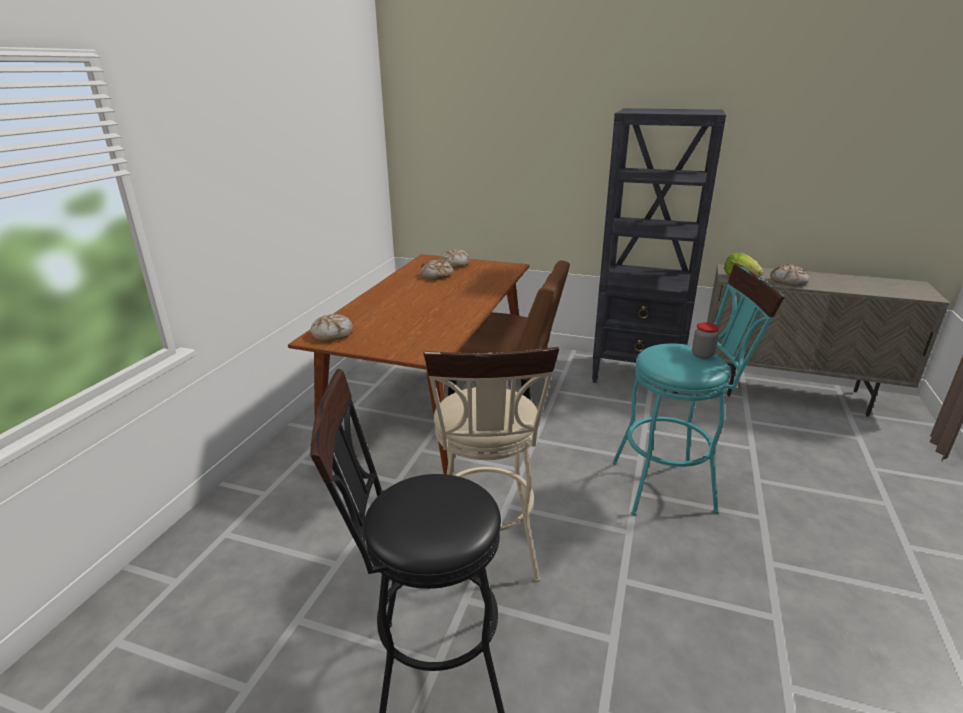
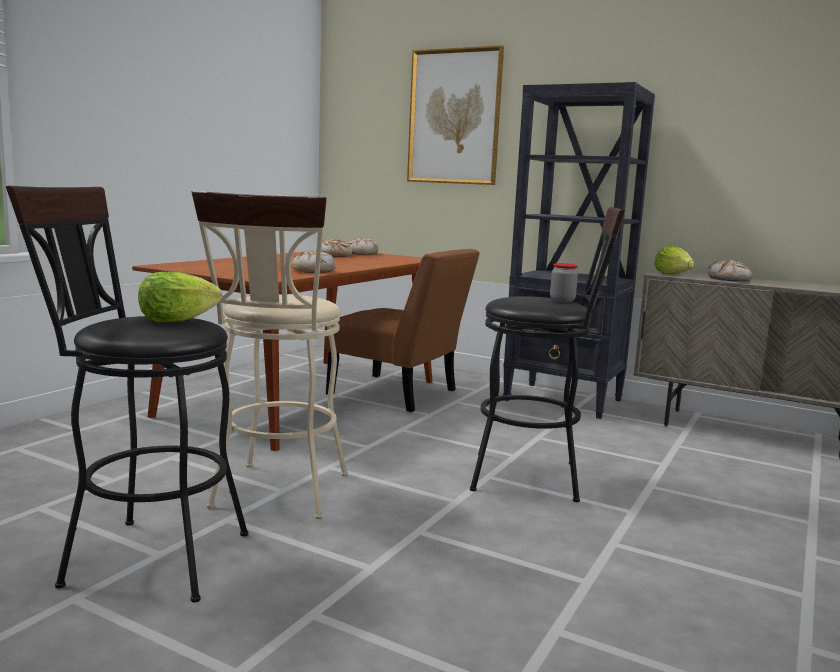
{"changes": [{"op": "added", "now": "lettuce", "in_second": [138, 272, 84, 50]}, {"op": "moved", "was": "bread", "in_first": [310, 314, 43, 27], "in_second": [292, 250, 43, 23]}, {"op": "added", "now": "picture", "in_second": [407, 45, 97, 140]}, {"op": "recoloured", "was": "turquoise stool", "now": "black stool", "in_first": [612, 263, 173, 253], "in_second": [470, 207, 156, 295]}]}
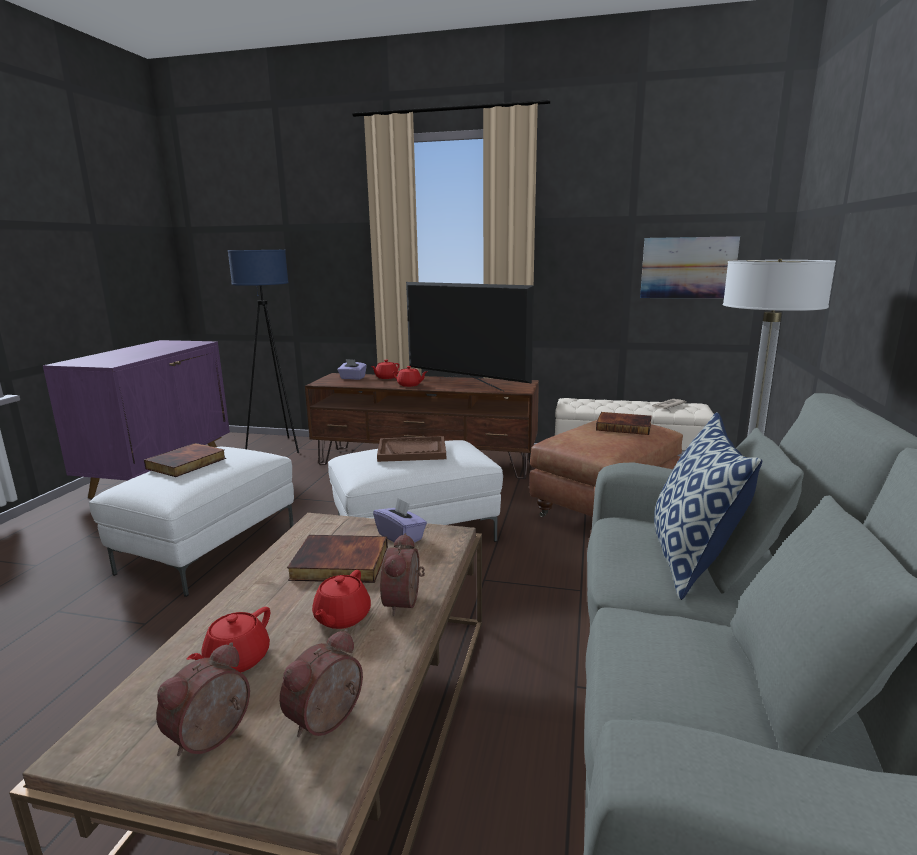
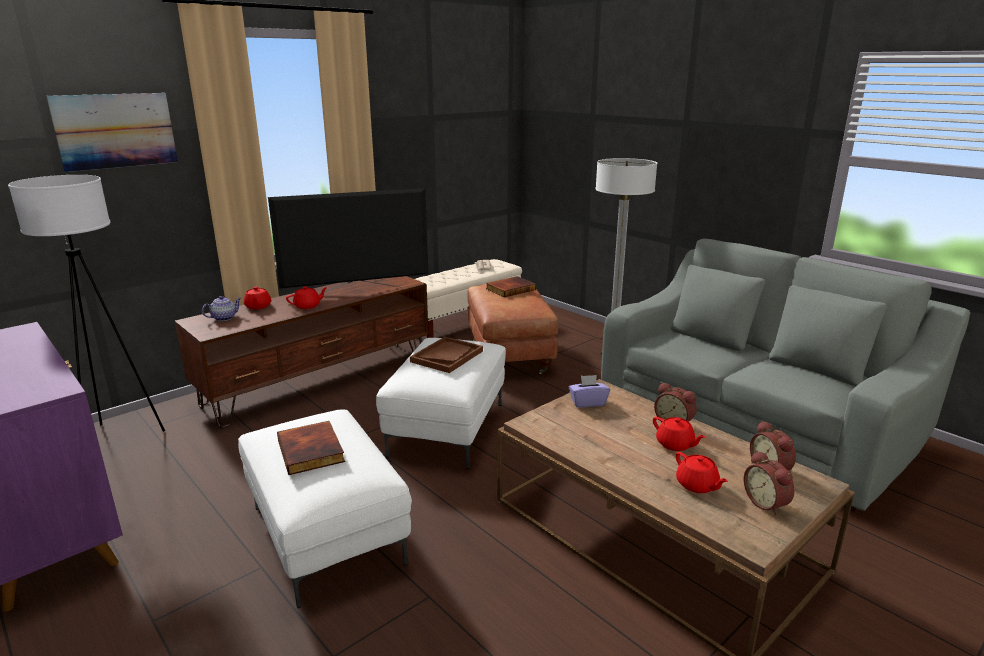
{"changes": [{"op": "recoloured", "was": "blue floor lamp", "now": "white floor lamp", "in_first": [228, 250, 71, 203], "in_second": [8, 175, 157, 257]}, {"op": "moved", "was": "picture", "in_first": [640, 236, 100, 62], "in_second": [46, 93, 132, 79]}, {"op": "replaced", "was": "purple tissue box", "now": "teapot", "in_first": [338, 359, 29, 21], "in_second": [202, 296, 39, 25]}, {"op": "removed", "was": "book", "in_first": [287, 535, 101, 48]}, {"op": "removed", "was": "pillow", "in_first": [654, 412, 108, 188]}]}
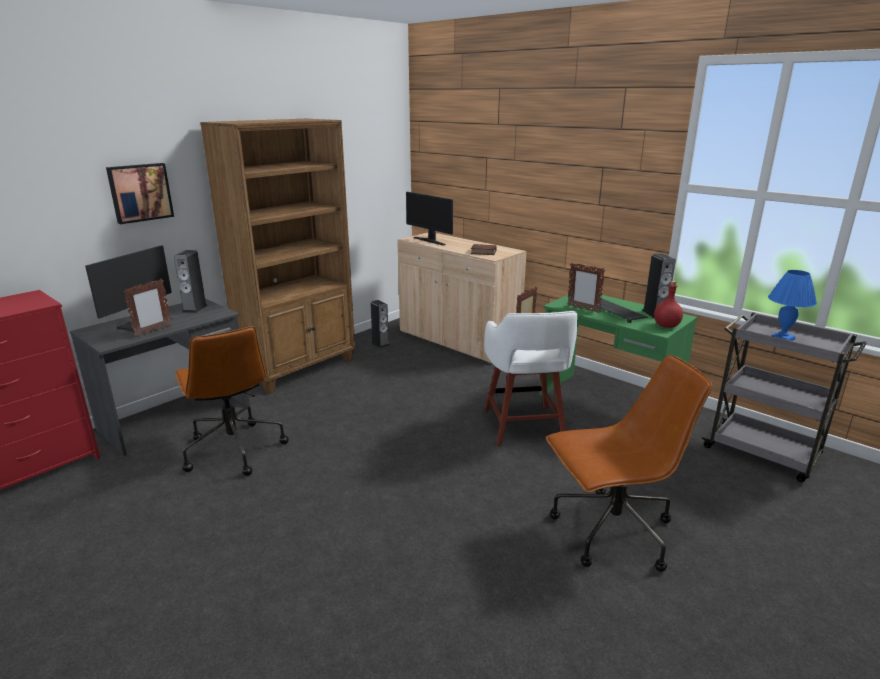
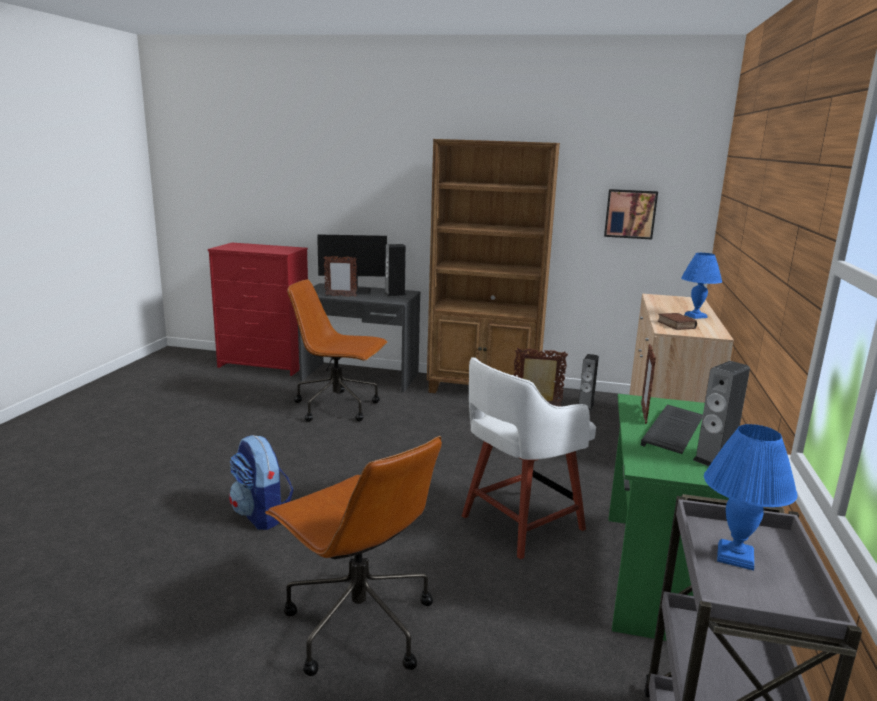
{"changes": [{"op": "added", "now": "backpack", "in_second": [229, 435, 64, 95]}, {"op": "turned", "was": "brown office chair", "in_first": [174, 326, 115, 150], "in_second": [287, 280, 100, 142], "clockwise": 75}, {"op": "moved", "was": "picture", "in_first": [106, 163, 68, 61], "in_second": [604, 189, 54, 51]}, {"op": "added", "now": "blue table lamp", "in_second": [681, 253, 41, 66]}, {"op": "removed", "was": "monitor", "in_first": [406, 192, 47, 54]}, {"op": "removed", "was": "red bottle", "in_first": [654, 281, 29, 47]}]}
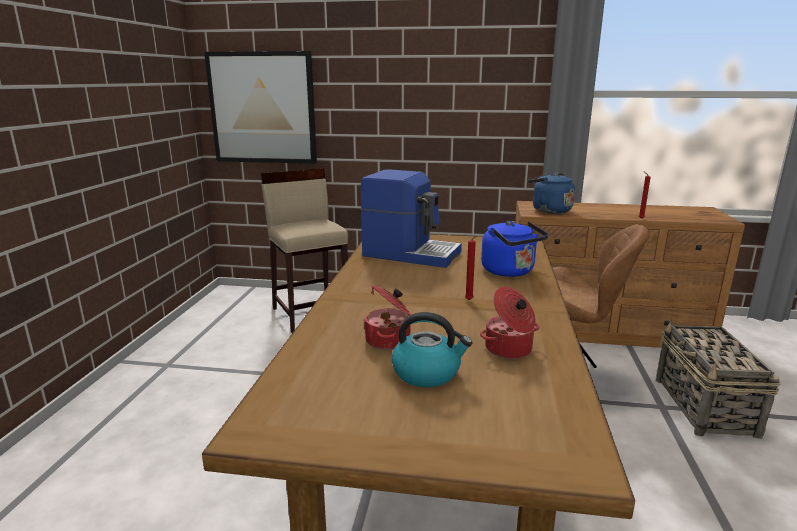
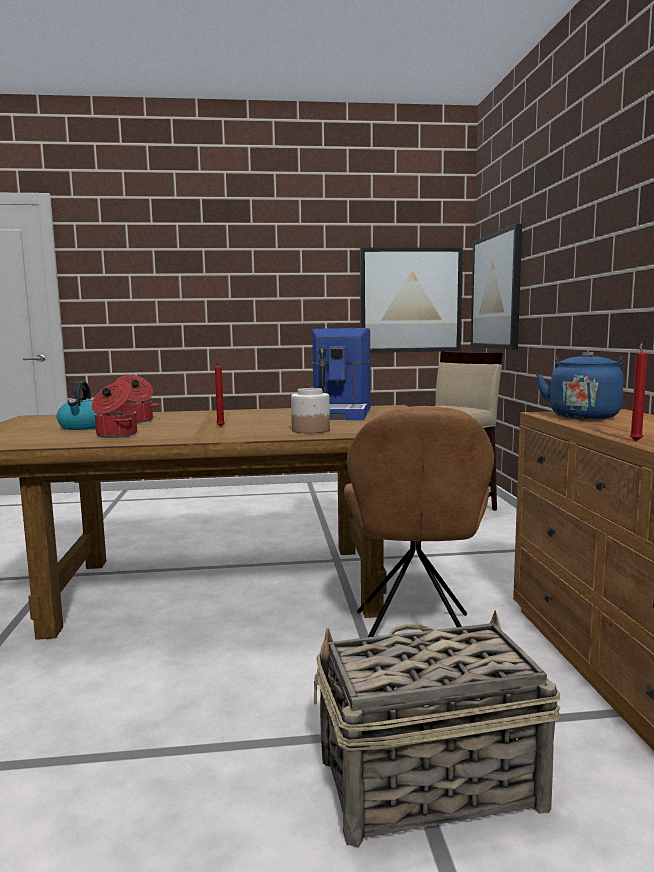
{"changes": [{"op": "replaced", "was": "blue kettle", "now": "jar", "in_first": [481, 221, 68, 56], "in_second": [291, 388, 39, 45]}, {"op": "added", "now": "picture", "in_second": [360, 247, 103, 106]}]}
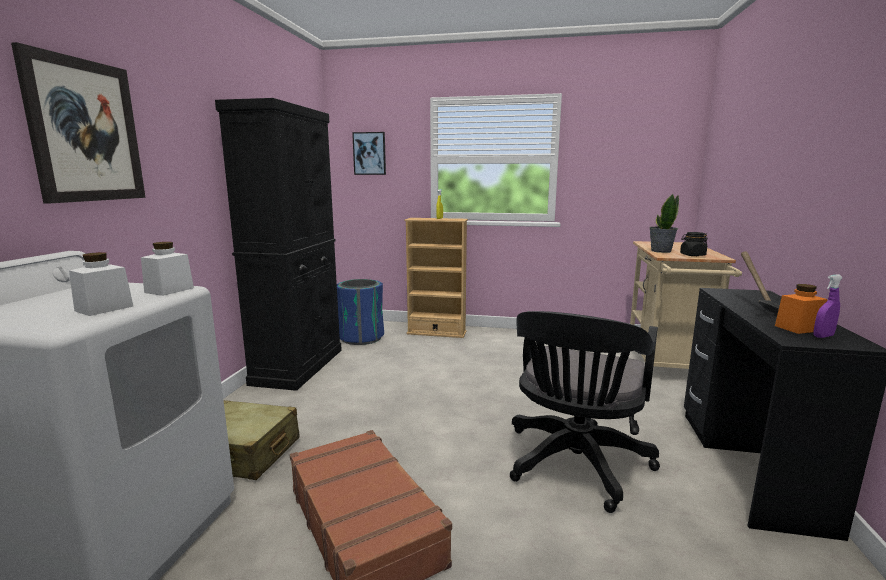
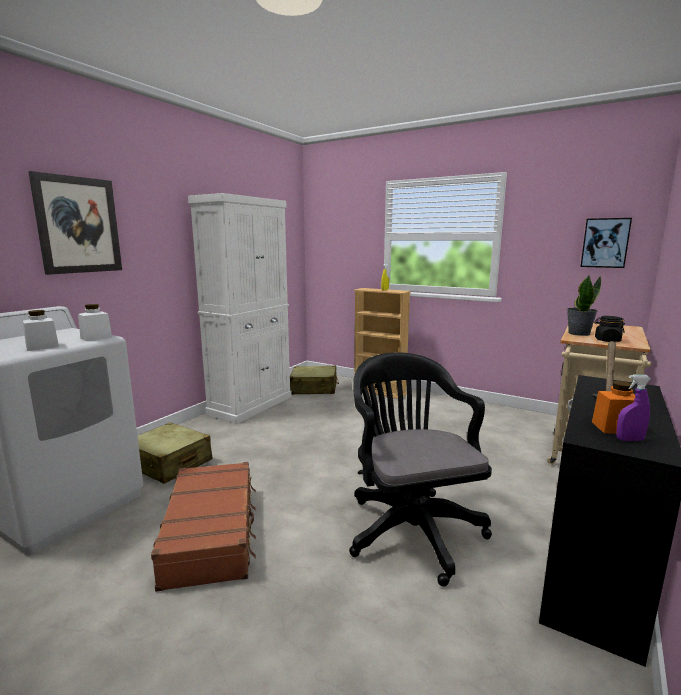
{"changes": [{"op": "recoloured", "was": "black cabinet", "now": "white cabinet", "in_first": [215, 98, 127, 293], "in_second": [188, 193, 104, 231]}, {"op": "replaced", "was": "blue trash can", "now": "beige suitcase", "in_first": [337, 279, 47, 66], "in_second": [290, 366, 49, 28]}, {"op": "turned", "was": "black office chair", "in_first": [510, 311, 150, 202], "in_second": [349, 352, 143, 235], "clockwise": 120}, {"op": "moved", "was": "picture", "in_first": [352, 132, 34, 43], "in_second": [580, 218, 52, 50]}]}
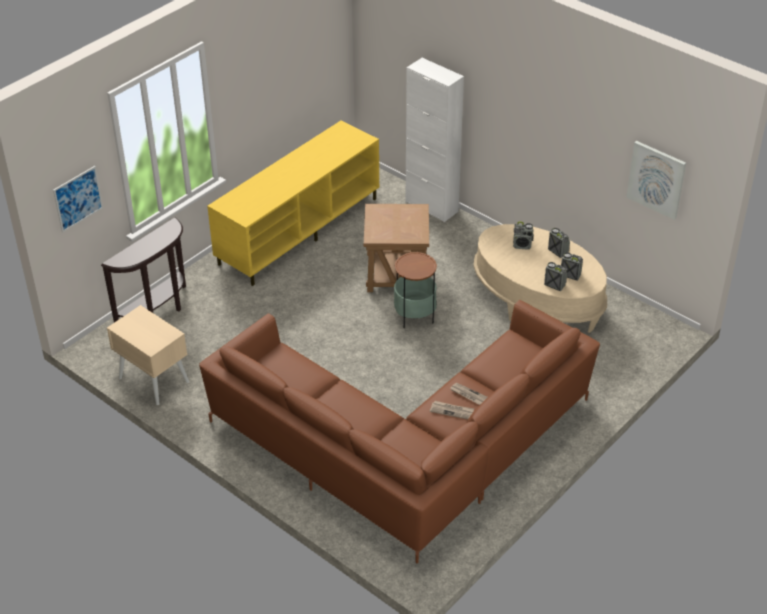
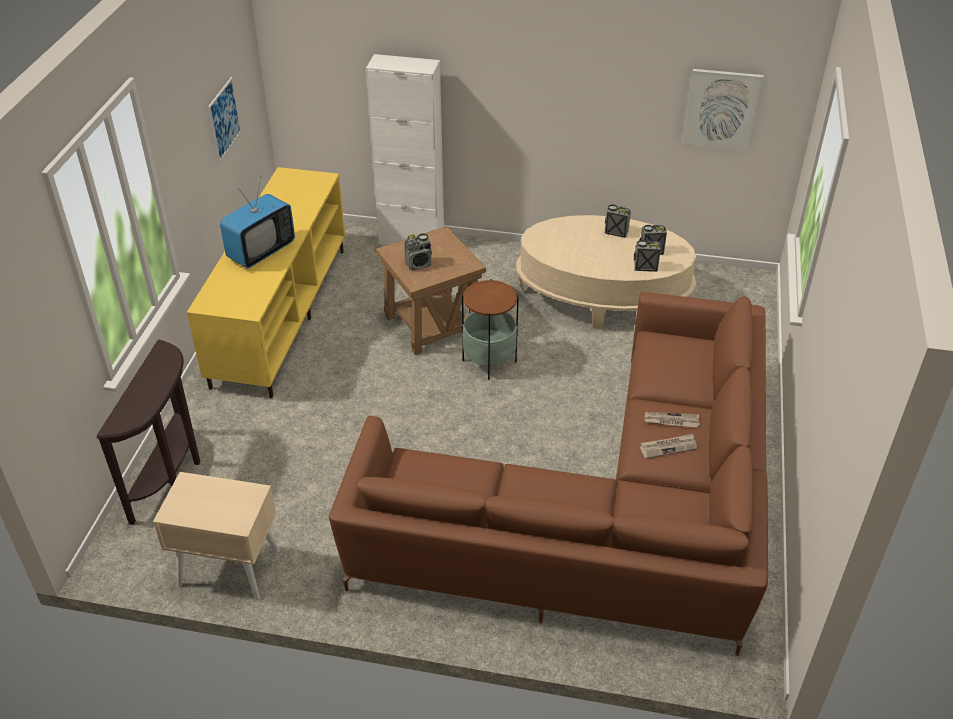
{"changes": [{"op": "moved", "was": "picture", "in_first": [53, 166, 50, 66], "in_second": [208, 77, 34, 85]}, {"op": "added", "now": "television", "in_second": [220, 177, 75, 91]}, {"op": "moved", "was": "radio", "in_first": [513, 221, 21, 29], "in_second": [404, 233, 28, 38]}]}
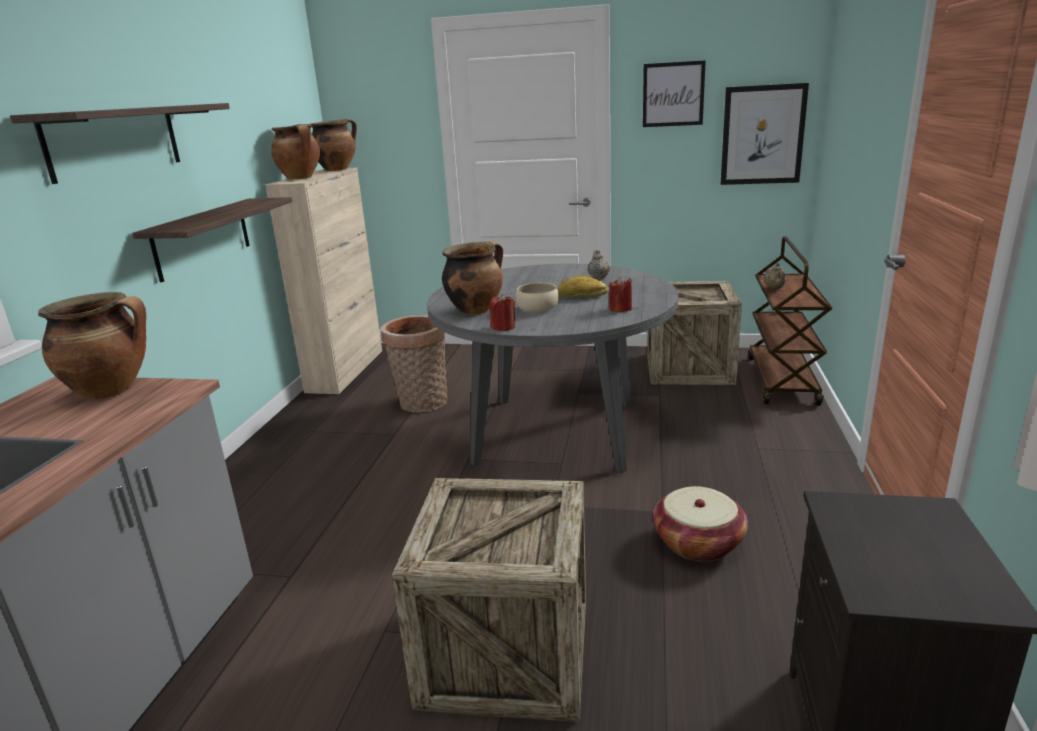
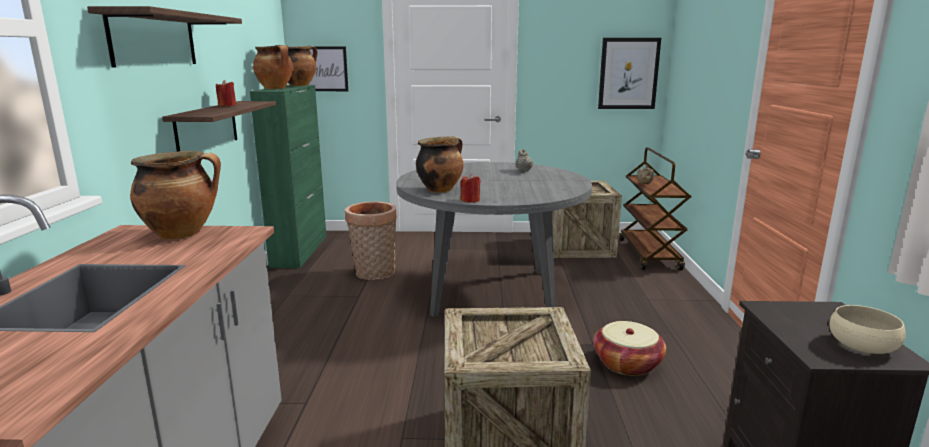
{"changes": [{"op": "moved", "was": "red candle", "in_first": [609, 276, 23, 36], "in_second": [216, 80, 20, 26]}, {"op": "recoloured", "was": "beige cabinet", "now": "green cabinet", "in_first": [265, 168, 117, 226], "in_second": [250, 85, 76, 183]}, {"op": "moved", "was": "picture", "in_first": [643, 60, 63, 67], "in_second": [308, 47, 40, 44]}, {"op": "moved", "was": "beige bowl", "in_first": [515, 283, 44, 30], "in_second": [829, 305, 77, 49]}, {"op": "removed", "was": "bread", "in_first": [557, 275, 51, 23]}]}
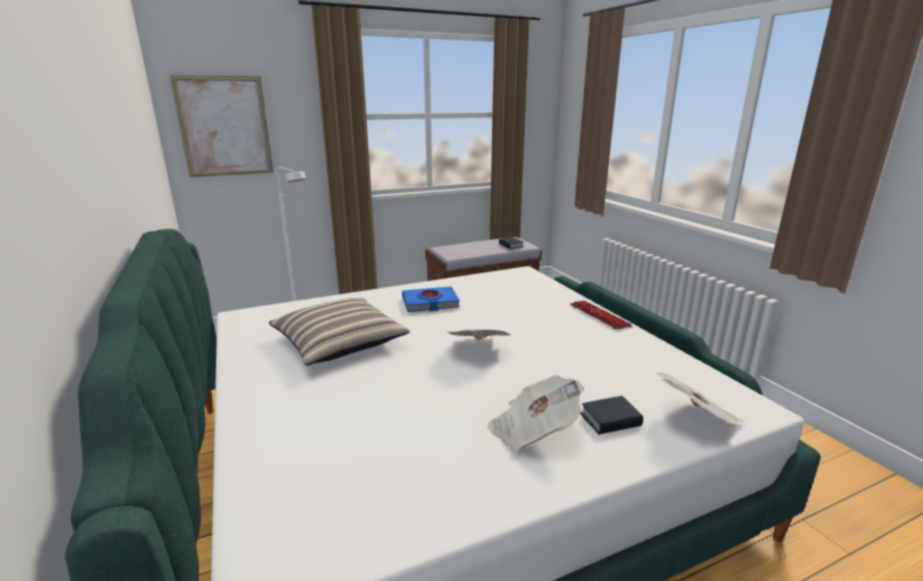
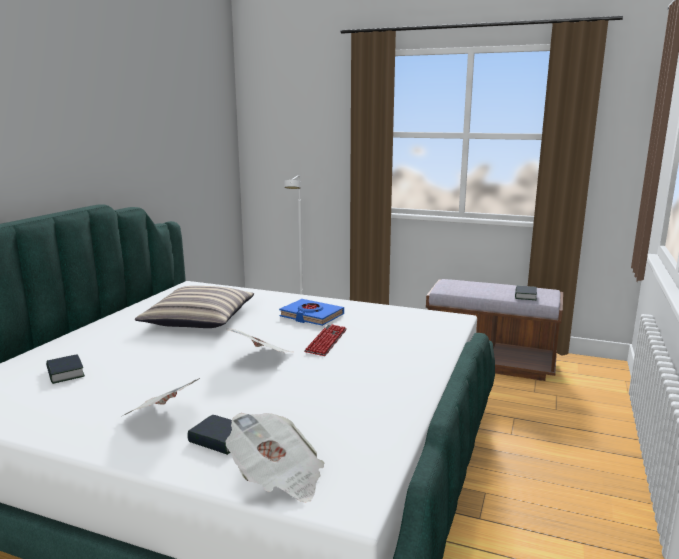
{"changes": [{"op": "added", "now": "book", "in_second": [46, 354, 39, 30]}, {"op": "moved", "was": "keyboard", "in_first": [570, 300, 62, 29], "in_second": [304, 324, 43, 32]}, {"op": "removed", "was": "picture", "in_first": [170, 75, 103, 102]}]}
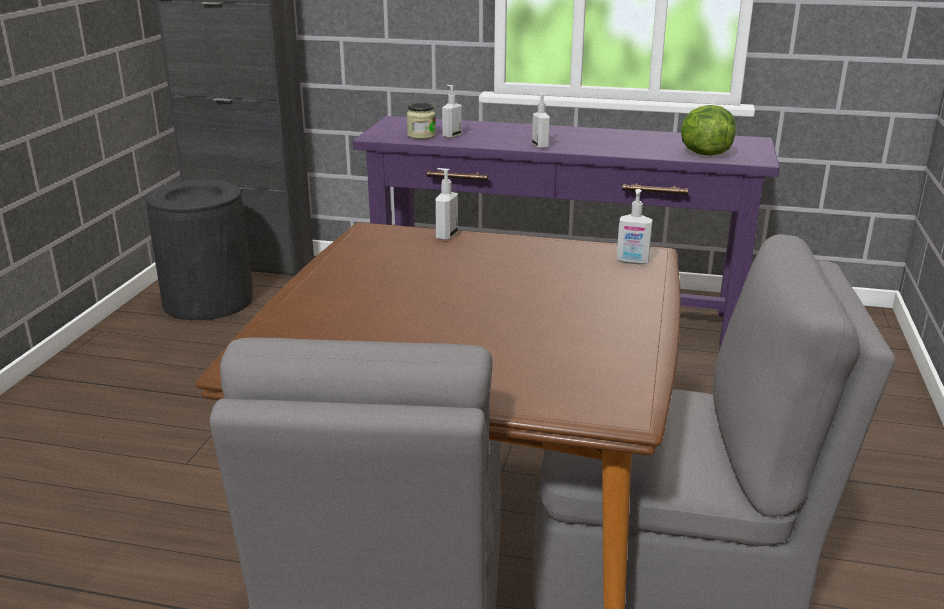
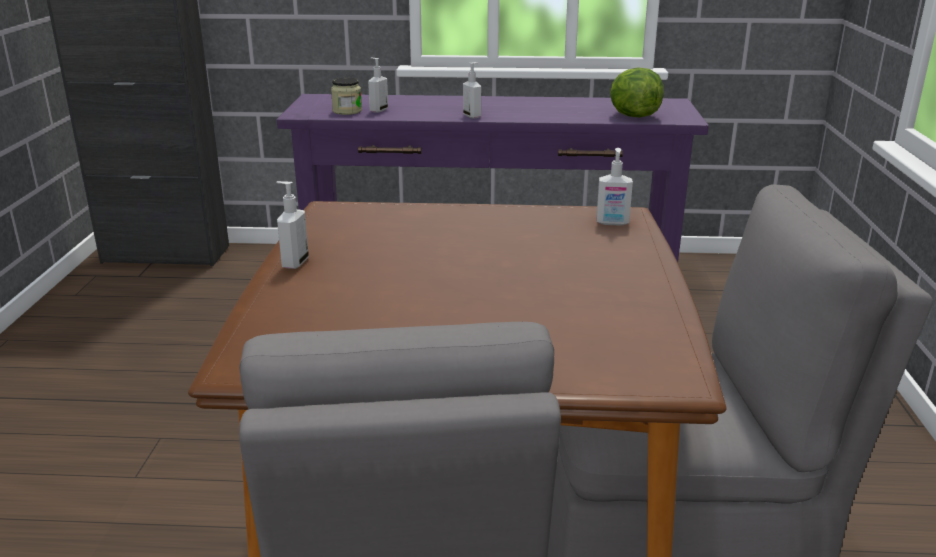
{"changes": [{"op": "moved", "was": "soap dispenser", "in_first": [435, 168, 23, 72], "in_second": [276, 181, 33, 88]}, {"op": "removed", "was": "black trash can", "in_first": [146, 179, 107, 141]}]}
